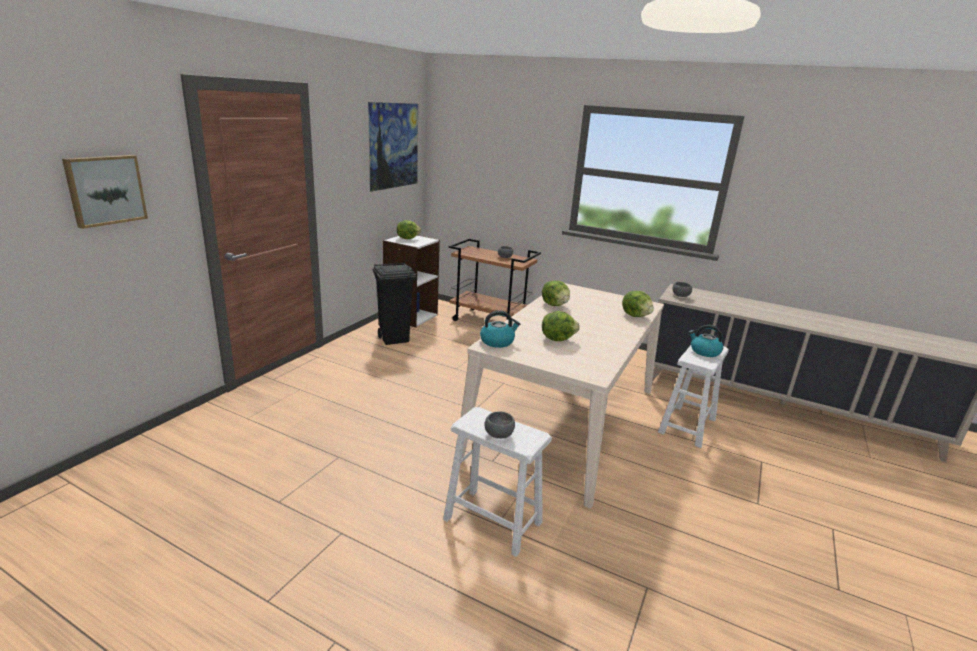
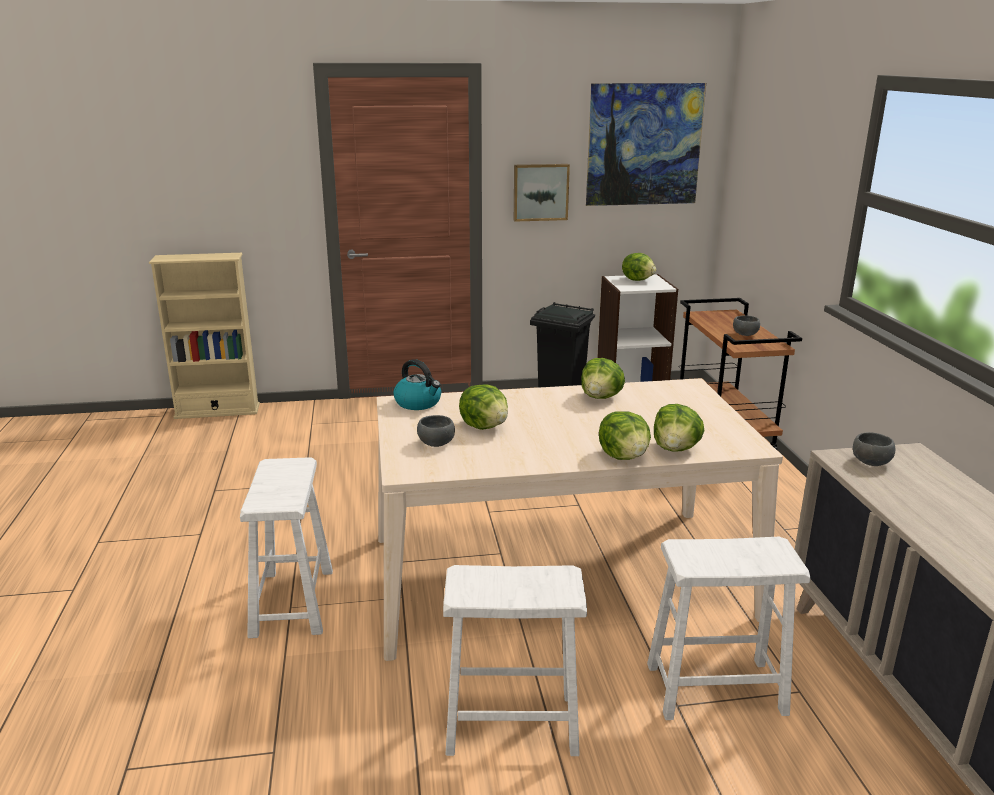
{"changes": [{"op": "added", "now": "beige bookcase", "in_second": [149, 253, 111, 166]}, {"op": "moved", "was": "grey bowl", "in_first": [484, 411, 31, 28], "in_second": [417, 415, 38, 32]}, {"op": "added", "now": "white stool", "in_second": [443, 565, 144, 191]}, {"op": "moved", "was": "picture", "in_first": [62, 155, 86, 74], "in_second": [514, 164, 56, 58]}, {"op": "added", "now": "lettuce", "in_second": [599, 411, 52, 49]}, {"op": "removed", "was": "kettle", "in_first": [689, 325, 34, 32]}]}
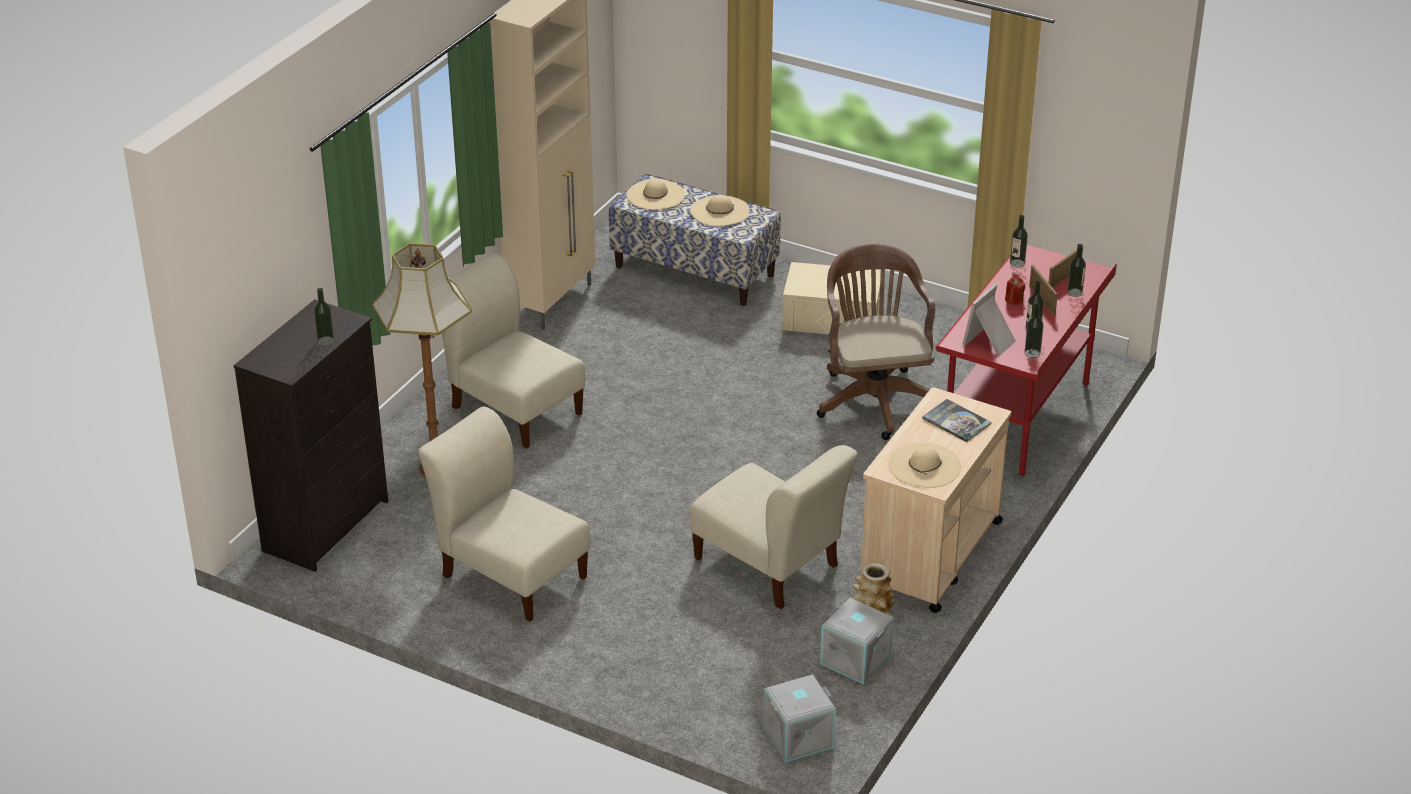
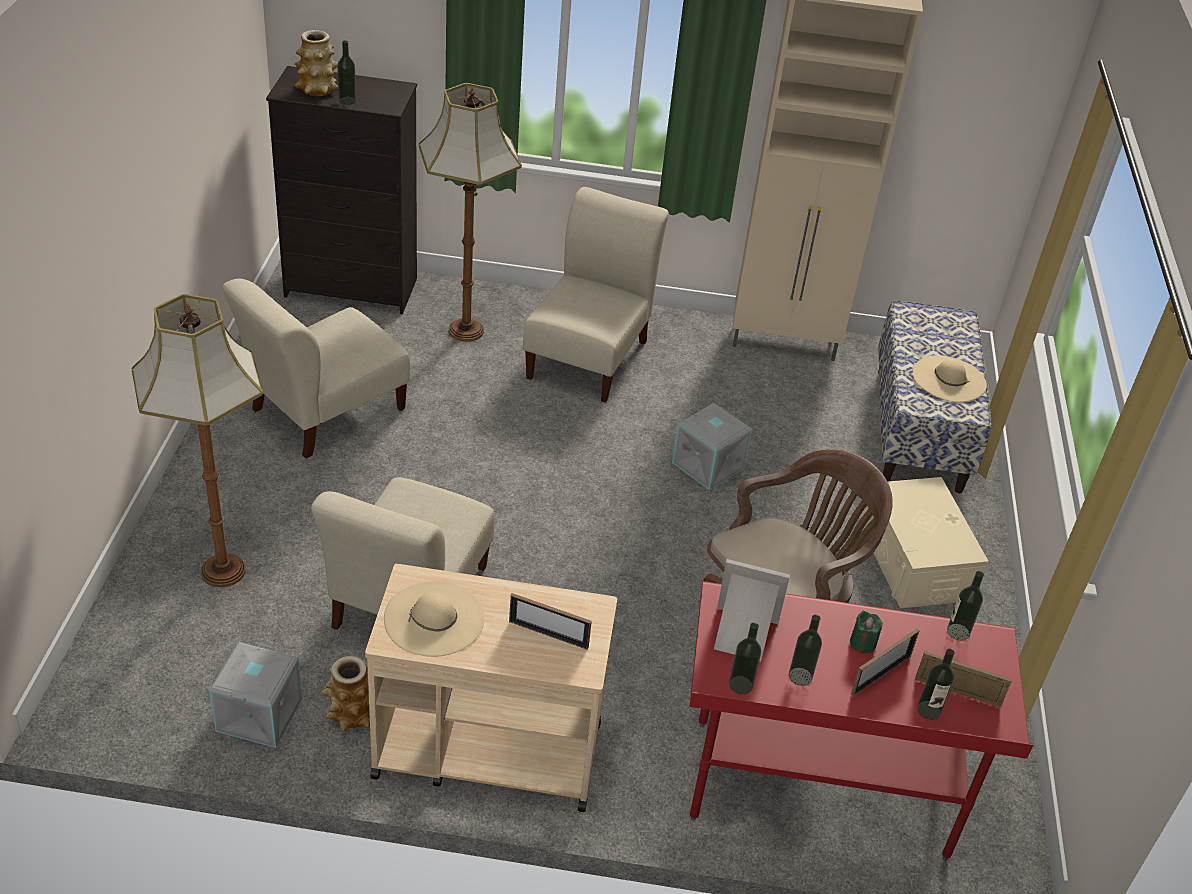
{"changes": [{"op": "added", "now": "floor lamp", "in_second": [131, 294, 132, 293]}, {"op": "turned", "was": "beige chair", "in_first": [418, 407, 172, 215], "in_second": [222, 279, 188, 179], "clockwise": -150}, {"op": "added", "now": "vase", "in_second": [295, 30, 43, 66]}, {"op": "replaced", "was": "book", "now": "picture frame", "in_first": [922, 399, 69, 43], "in_second": [509, 593, 83, 57]}, {"op": "moved", "was": "grey storage box", "in_first": [763, 674, 73, 89], "in_second": [672, 403, 80, 88]}, {"op": "recoloured", "was": "red candle", "now": "green candle", "in_first": [1005, 278, 20, 27], "in_second": [850, 611, 33, 42]}, {"op": "removed", "was": "beige hat", "in_first": [626, 178, 59, 32]}]}
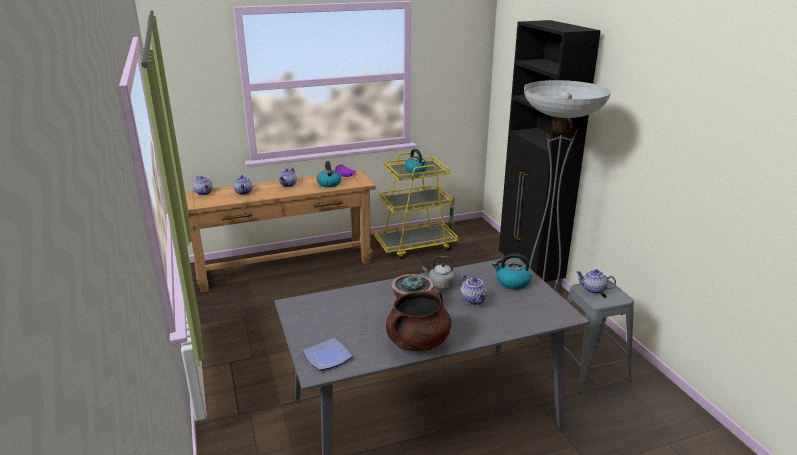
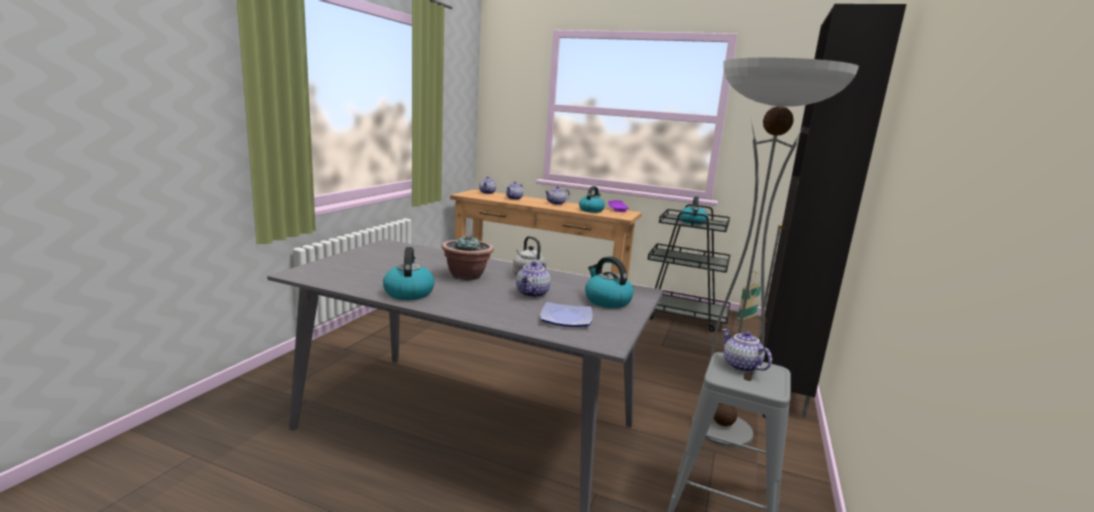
{"changes": [{"op": "replaced", "was": "brown cooking pot", "now": "kettle", "in_first": [386, 290, 65, 61], "in_second": [383, 247, 52, 53]}, {"op": "moved", "was": "plate", "in_first": [303, 338, 49, 32], "in_second": [540, 302, 53, 25]}, {"op": "recoloured", "was": "yellow cart", "now": "black cart", "in_first": [374, 152, 84, 107], "in_second": [647, 204, 84, 128]}]}
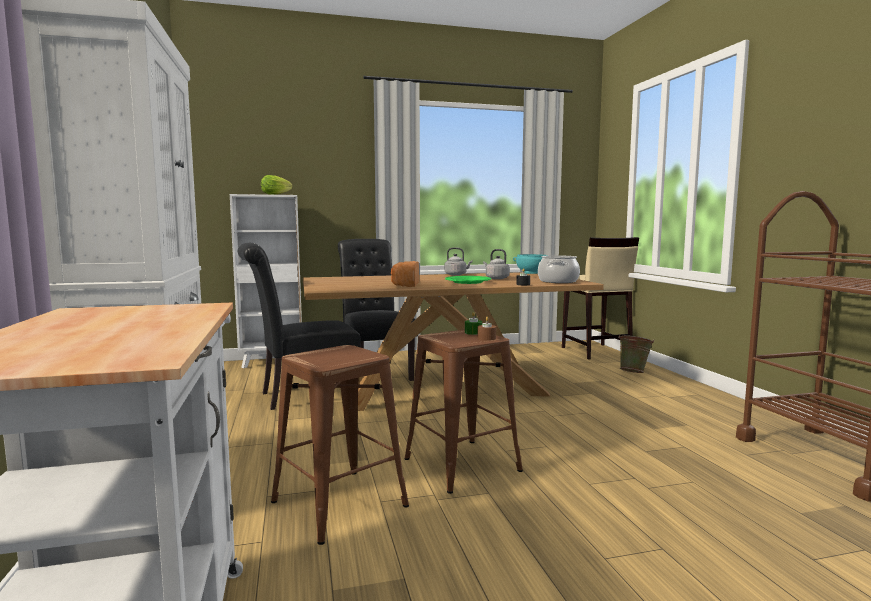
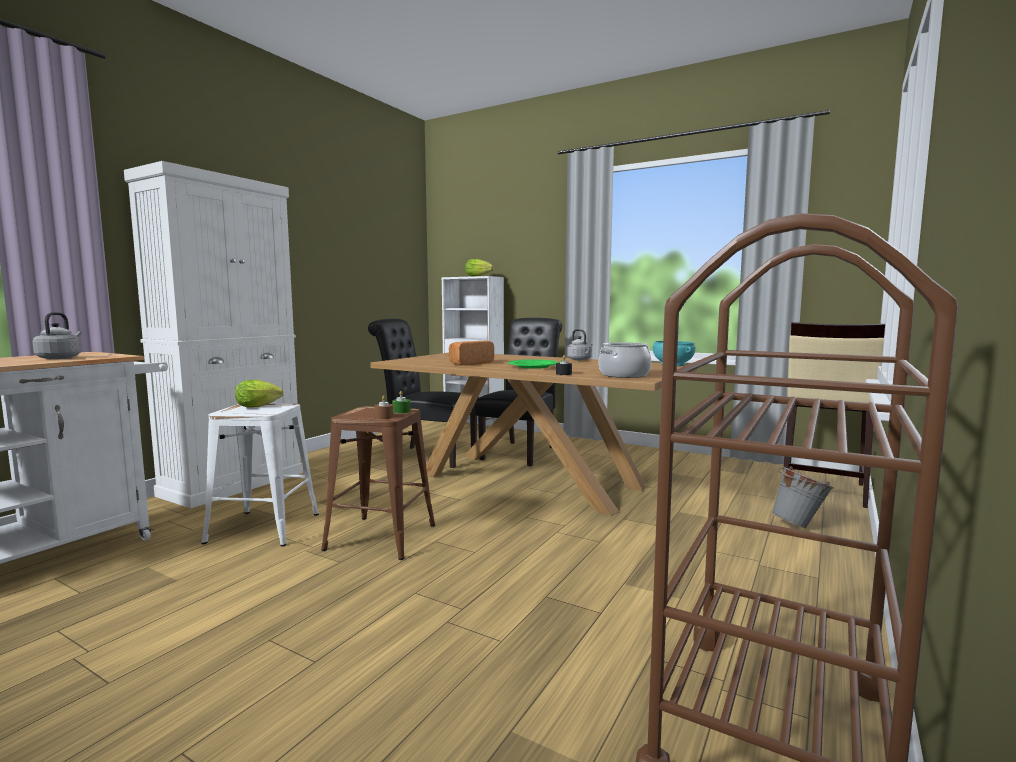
{"changes": [{"op": "moved", "was": "grey kettle", "in_first": [483, 249, 27, 30], "in_second": [33, 312, 49, 47]}, {"op": "recoloured", "was": "brown stool", "now": "white stool", "in_first": [271, 345, 138, 200], "in_second": [202, 403, 117, 144]}, {"op": "added", "now": "lettuce", "in_second": [235, 380, 49, 27]}, {"op": "recoloured", "was": "green bucket", "now": "grey bucket", "in_first": [618, 335, 36, 38], "in_second": [772, 467, 62, 61]}]}
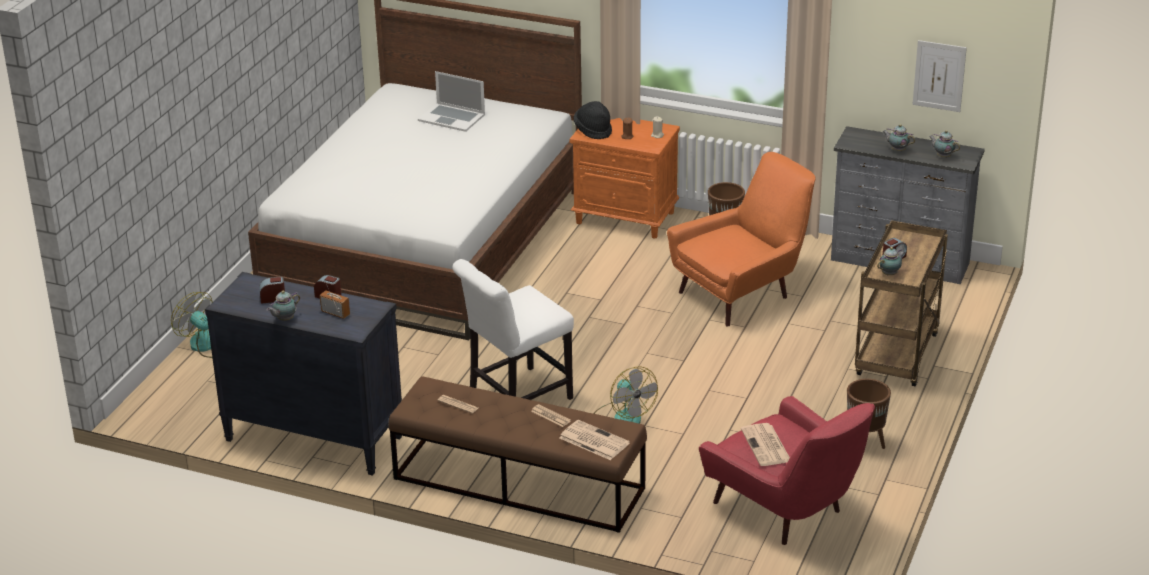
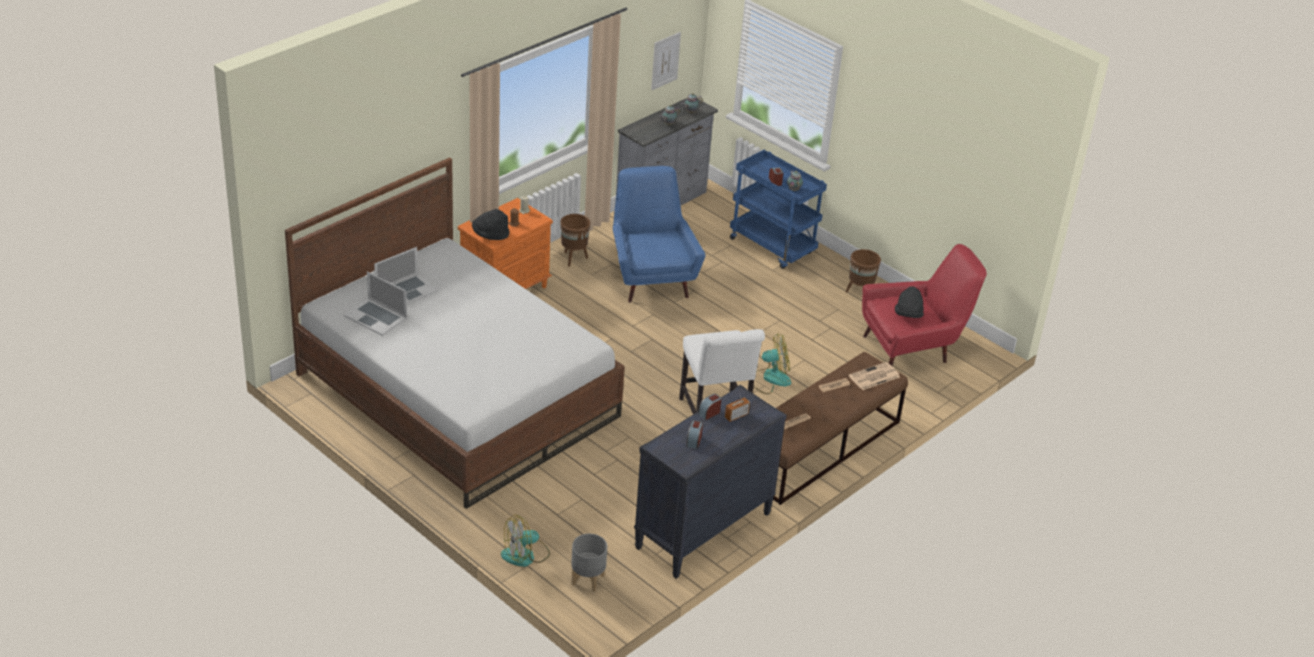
{"changes": [{"op": "added", "now": "laptop", "in_second": [344, 271, 63, 65]}, {"op": "added", "now": "grey planter", "in_second": [571, 534, 36, 58]}, {"op": "recoloured", "was": "orange armchair", "now": "blue armchair", "in_first": [667, 152, 149, 174], "in_second": [613, 166, 93, 137]}, {"op": "recoloured", "was": "brown cart", "now": "blue cart", "in_first": [855, 220, 93, 166], "in_second": [730, 150, 97, 119]}, {"op": "replaced", "was": "newspaper", "now": "black hat", "in_first": [741, 423, 49, 43], "in_second": [895, 286, 29, 32]}, {"op": "removed", "was": "teapot", "in_first": [267, 291, 33, 30]}]}
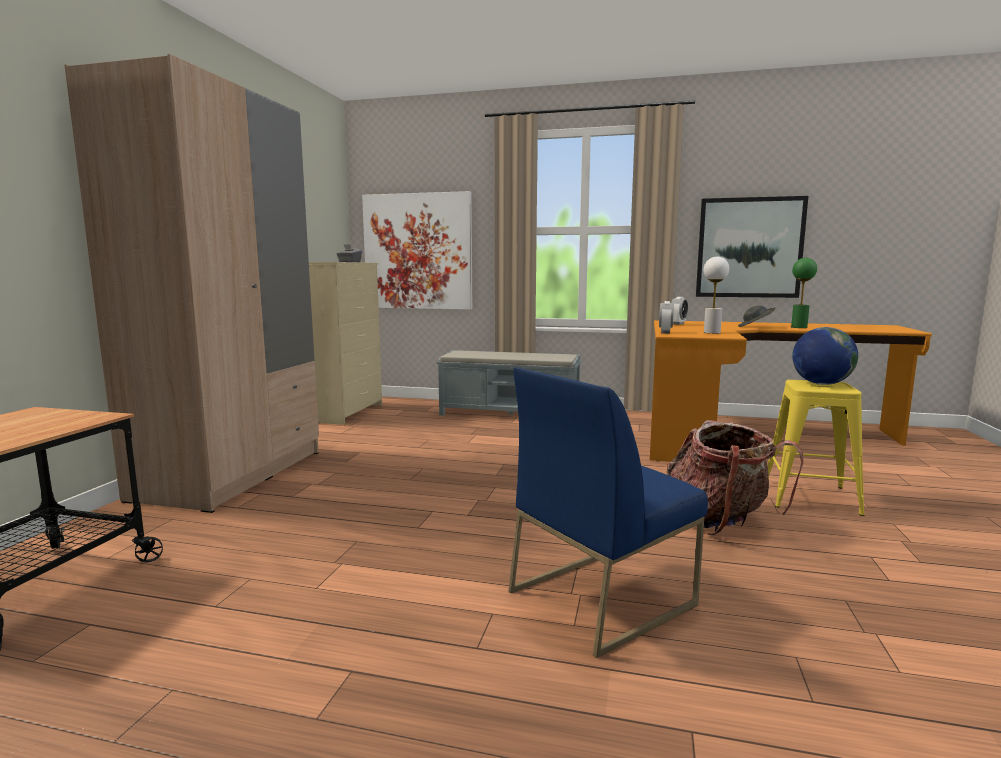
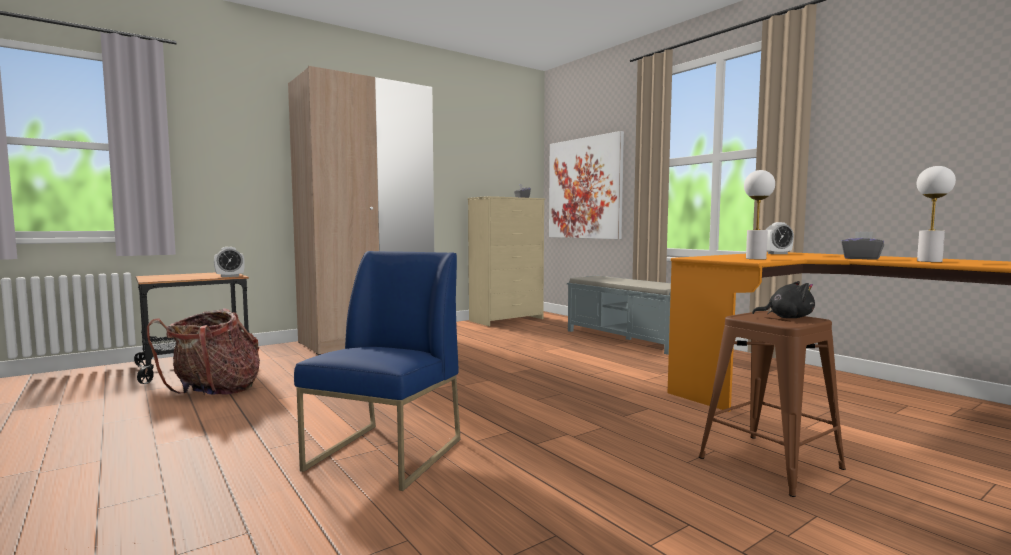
{"changes": [{"op": "moved", "was": "backpack", "in_first": [667, 420, 136, 115], "in_second": [147, 308, 112, 87]}, {"op": "moved", "was": "alarm clock", "in_first": [659, 301, 15, 33], "in_second": [214, 247, 31, 30]}, {"op": "turned", "was": "blue chair", "in_first": [509, 367, 199, 291], "in_second": [294, 251, 166, 240], "clockwise": 105}, {"op": "recoloured", "was": "yellow stool", "now": "brown stool", "in_first": [767, 380, 98, 136], "in_second": [699, 311, 147, 186]}, {"op": "replaced", "was": "globe", "now": "black plush toy", "in_first": [792, 327, 66, 58], "in_second": [752, 281, 63, 37]}, {"op": "replaced", "was": "grey hat", "now": "grey tissue box", "in_first": [738, 306, 37, 21], "in_second": [841, 232, 43, 28]}, {"op": "recoloured", "was": "green table lamp", "now": "white table lamp", "in_first": [791, 258, 26, 70], "in_second": [917, 166, 39, 96]}, {"op": "removed", "was": "picture", "in_first": [696, 196, 112, 102]}]}
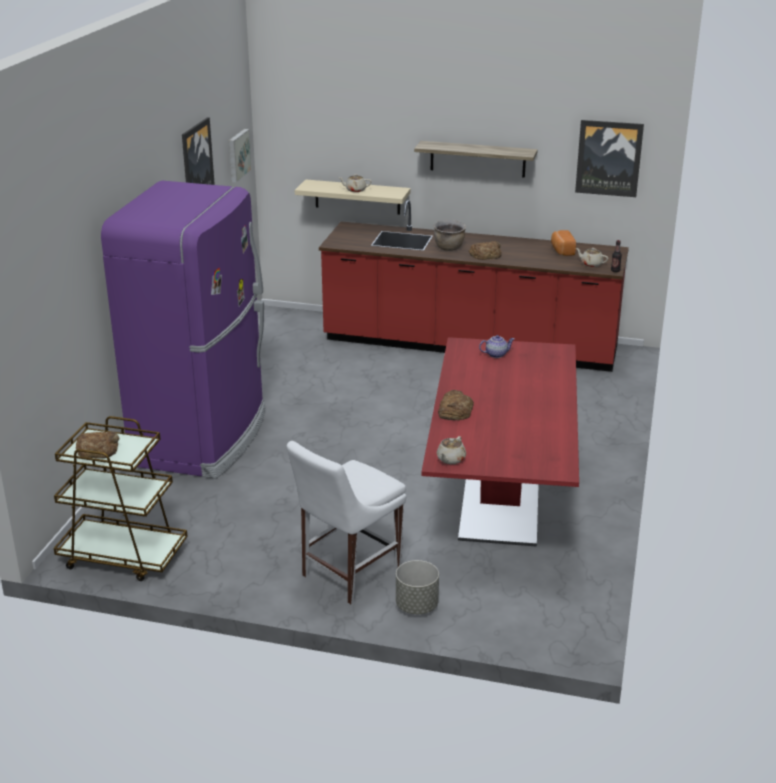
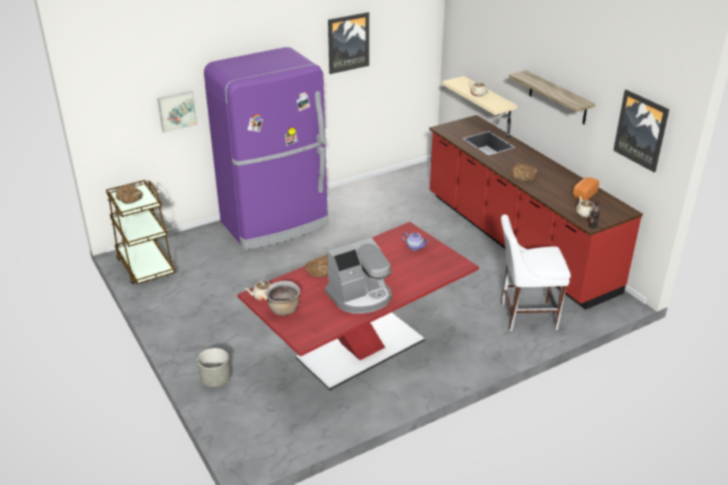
{"changes": [{"op": "moved", "was": "picture", "in_first": [229, 129, 23, 54], "in_second": [157, 91, 41, 42]}, {"op": "moved", "was": "brown cooking pot", "in_first": [434, 220, 32, 31], "in_second": [265, 281, 35, 35]}, {"op": "added", "now": "coffee machine", "in_second": [325, 237, 67, 76]}, {"op": "moved", "was": "white chair", "in_first": [287, 441, 119, 163], "in_second": [501, 215, 70, 116]}]}
